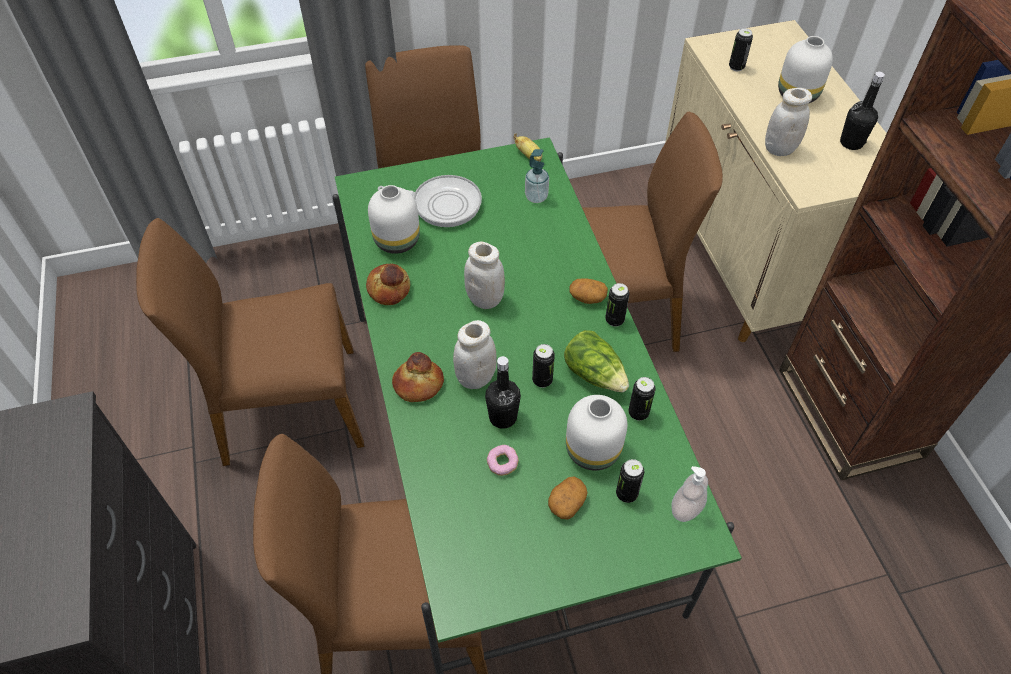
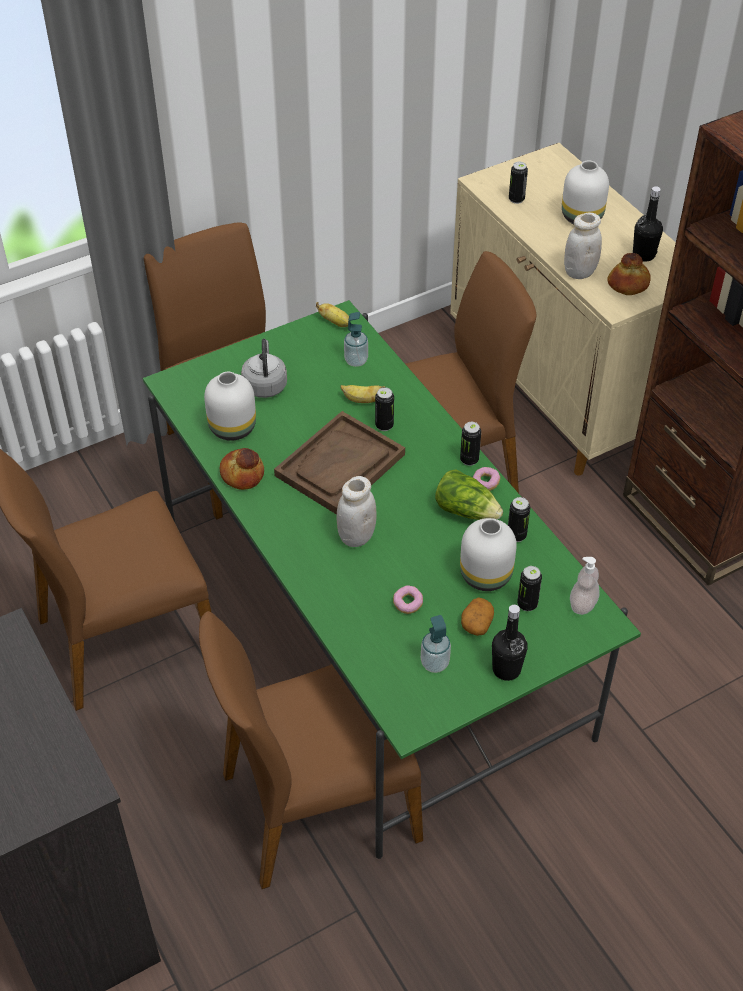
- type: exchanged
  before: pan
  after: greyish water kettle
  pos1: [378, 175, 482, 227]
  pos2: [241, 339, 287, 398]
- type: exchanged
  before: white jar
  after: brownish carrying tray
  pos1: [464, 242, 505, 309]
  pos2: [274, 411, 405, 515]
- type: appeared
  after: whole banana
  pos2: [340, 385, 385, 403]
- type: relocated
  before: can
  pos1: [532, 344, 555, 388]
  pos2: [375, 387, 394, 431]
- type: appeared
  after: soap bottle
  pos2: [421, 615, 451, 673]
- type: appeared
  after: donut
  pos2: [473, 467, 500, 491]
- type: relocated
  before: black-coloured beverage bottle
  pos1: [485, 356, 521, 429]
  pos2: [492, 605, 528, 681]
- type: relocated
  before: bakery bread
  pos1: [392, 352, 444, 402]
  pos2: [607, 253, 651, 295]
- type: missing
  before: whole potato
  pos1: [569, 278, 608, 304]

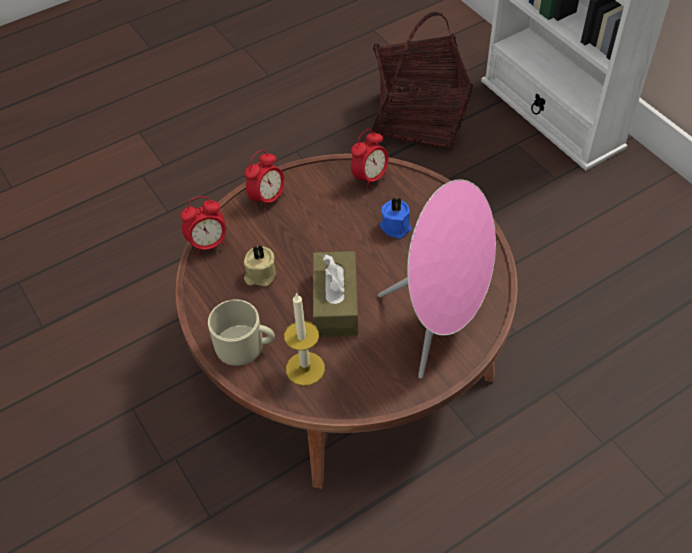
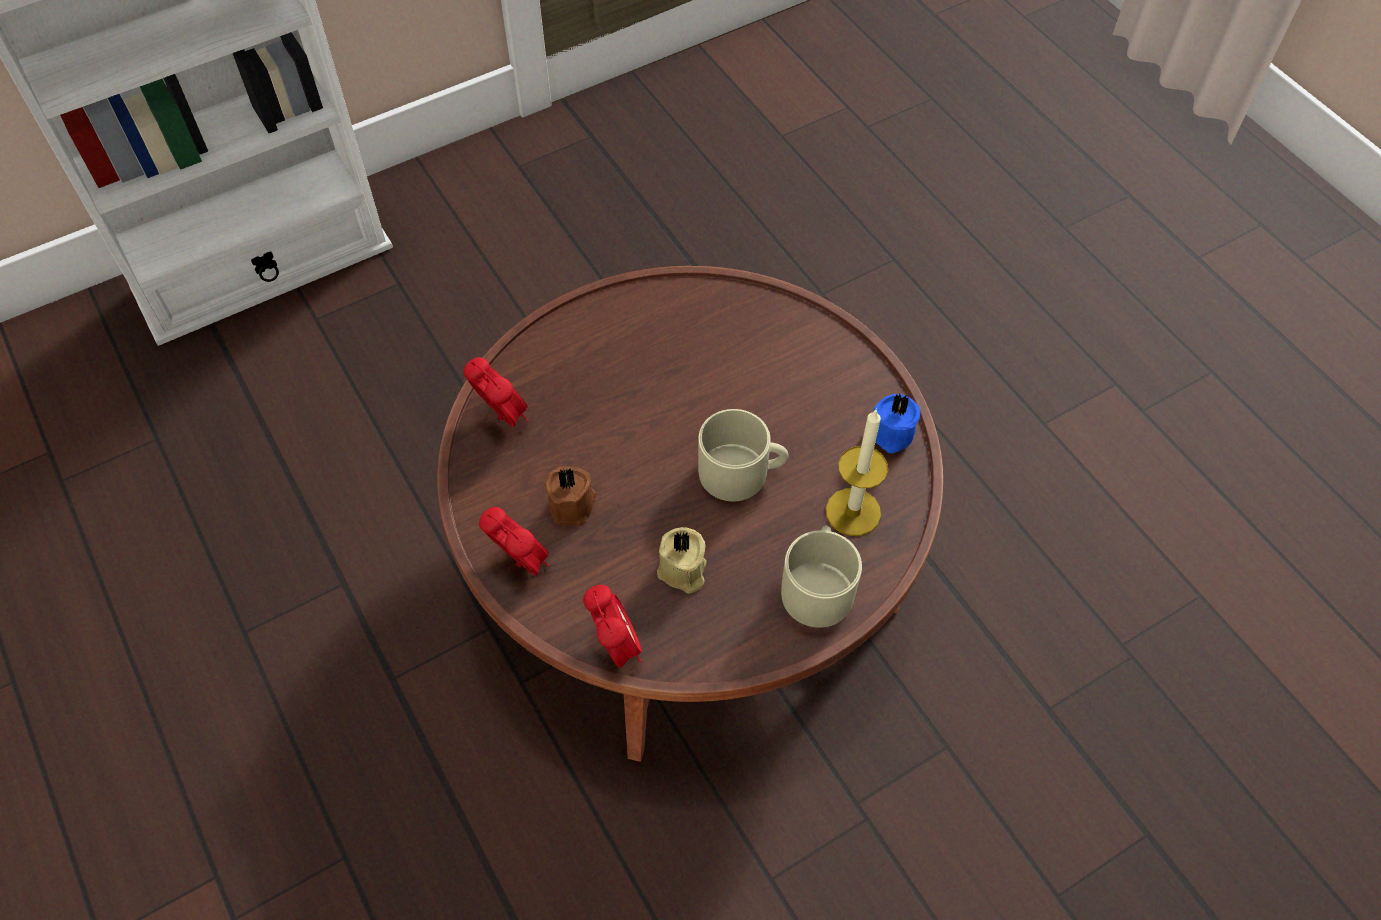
- type: appeared
  after: brownish candle
  pos2: [544, 466, 597, 526]
- type: exchanged
  before: brownish tissue holder
  after: beige-coloured tea mug
  pos1: [313, 251, 358, 337]
  pos2: [698, 409, 789, 502]
- type: relocated
  before: bluish candle
  pos1: [380, 197, 411, 239]
  pos2: [873, 393, 920, 453]
- type: missing
  before: household basket
  pos1: [371, 12, 473, 151]
- type: missing
  before: pink speaker
  pos1: [378, 179, 496, 379]

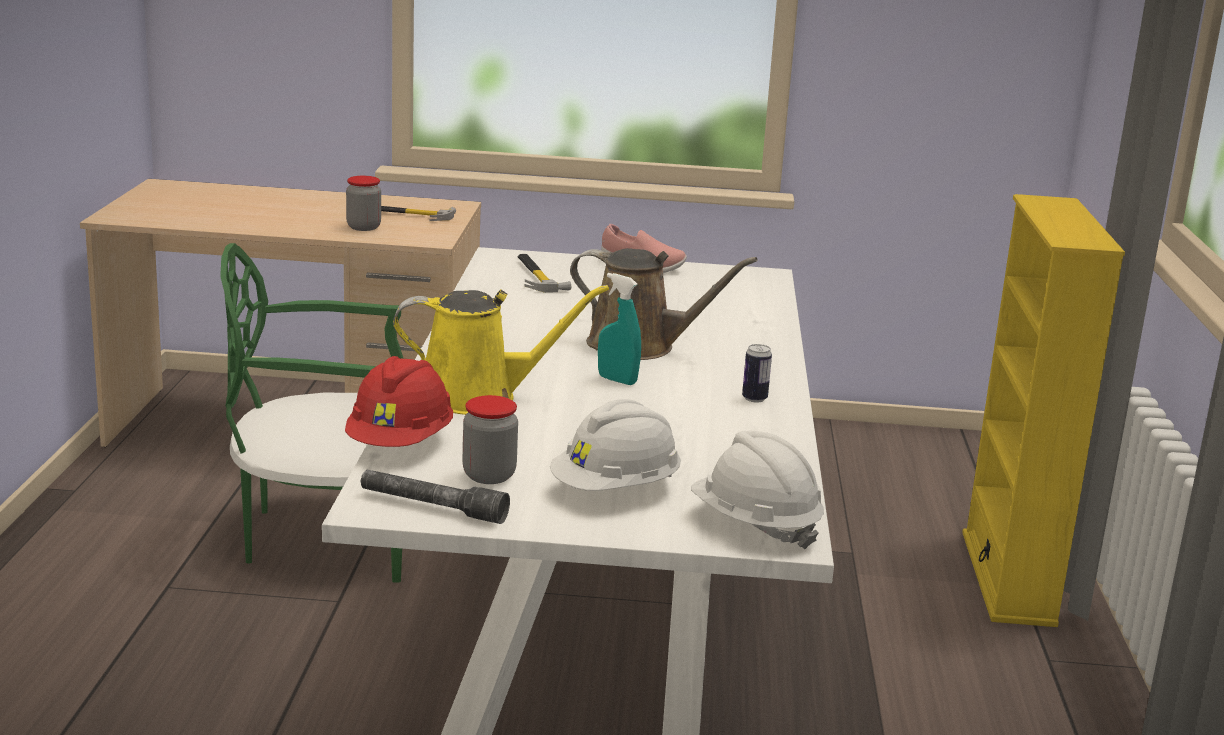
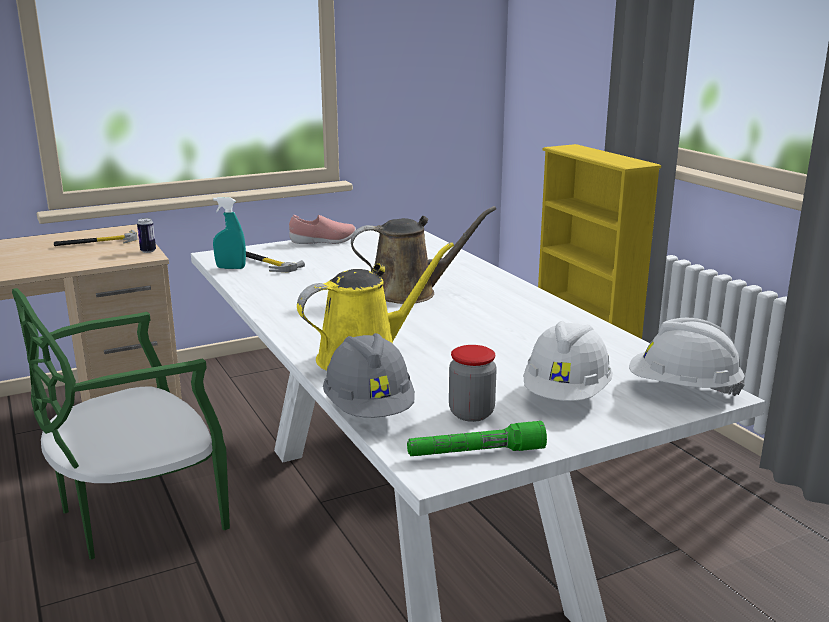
- type: relocated
  before: can
  pos1: [742, 344, 772, 403]
  pos2: [137, 218, 156, 253]
- type: relocated
  before: blue-green hand sprayer
  pos1: [598, 273, 641, 385]
  pos2: [213, 197, 246, 269]
- type: colour
  before: reddish safety helmet
  after: greyish safety helmet
  pos1: [345, 356, 453, 447]
  pos2: [323, 333, 415, 418]
- type: colour
  before: greyish flashlight
  after: green-coloured flashlight
  pos1: [360, 470, 510, 524]
  pos2: [407, 421, 547, 456]
- type: missing
  before: jar
  pos1: [346, 176, 381, 231]

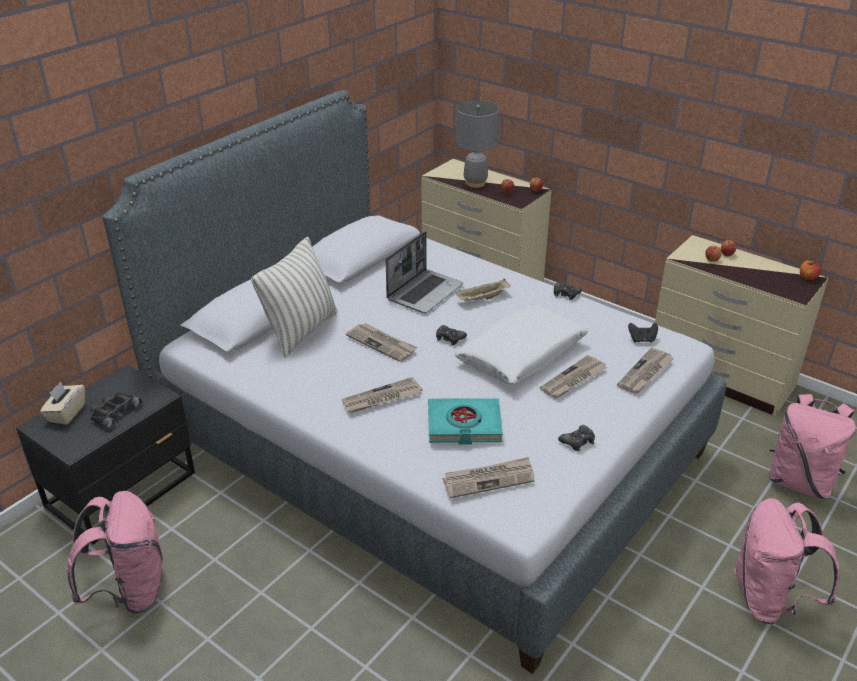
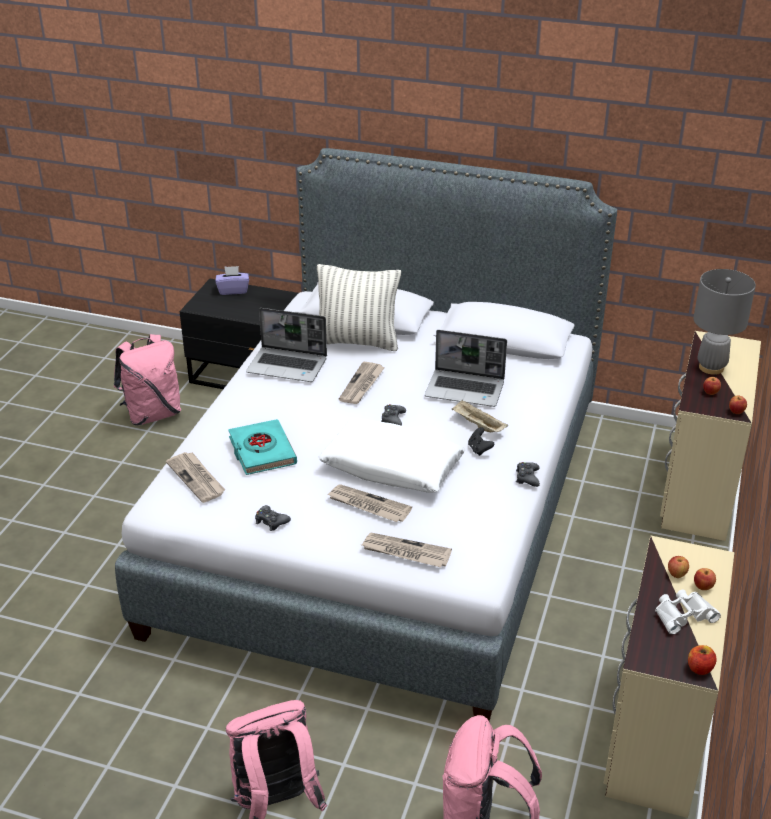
- type: colour
  before: beige-coloured tissue holder
  after: purple-coloured tissue holder
  pos1: [40, 382, 85, 425]
  pos2: [216, 266, 249, 295]
- type: appeared
  after: notebook computer
  pos2: [246, 308, 327, 382]
- type: relocated
  before: black-coloured joypad
  pos1: [628, 323, 658, 343]
  pos2: [468, 427, 494, 456]
- type: appeared
  after: white pair of binoculars
  pos2: [655, 590, 721, 635]
- type: missing
  before: black-coloured pair of binoculars
  pos1: [90, 392, 142, 430]
- type: missing
  before: newspaper
  pos1: [342, 377, 423, 413]

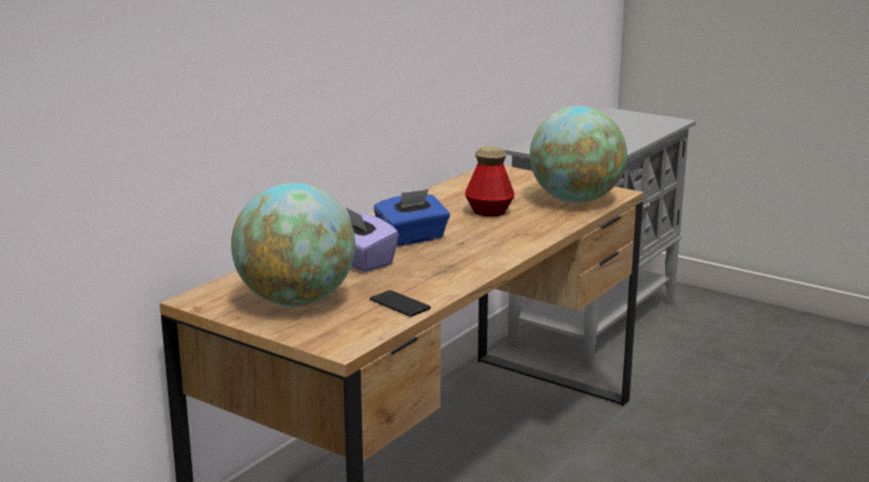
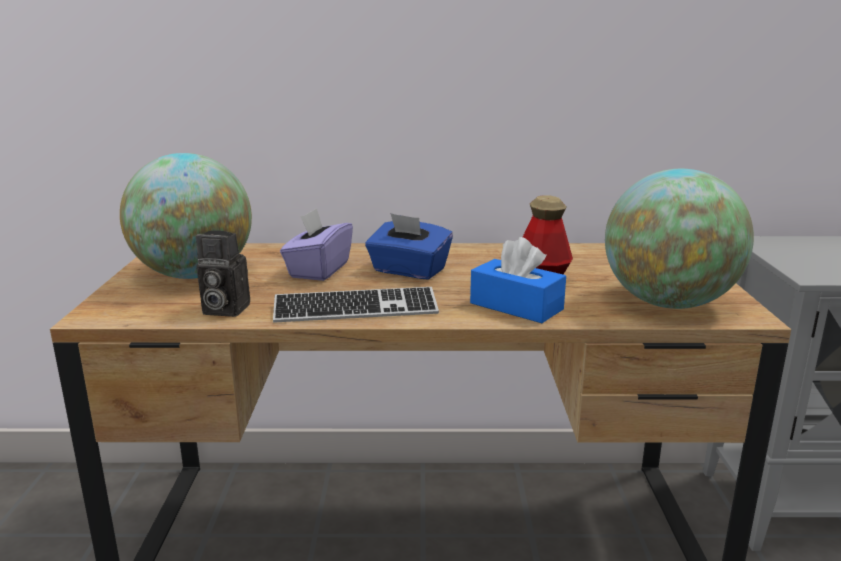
- type: exchanged
  before: handset
  after: still camera
  pos1: [370, 290, 431, 317]
  pos2: [196, 231, 250, 317]
- type: appeared
  after: PC keyboard
  pos2: [273, 287, 439, 323]
- type: appeared
  after: bluish tissue holder
  pos2: [470, 237, 566, 323]

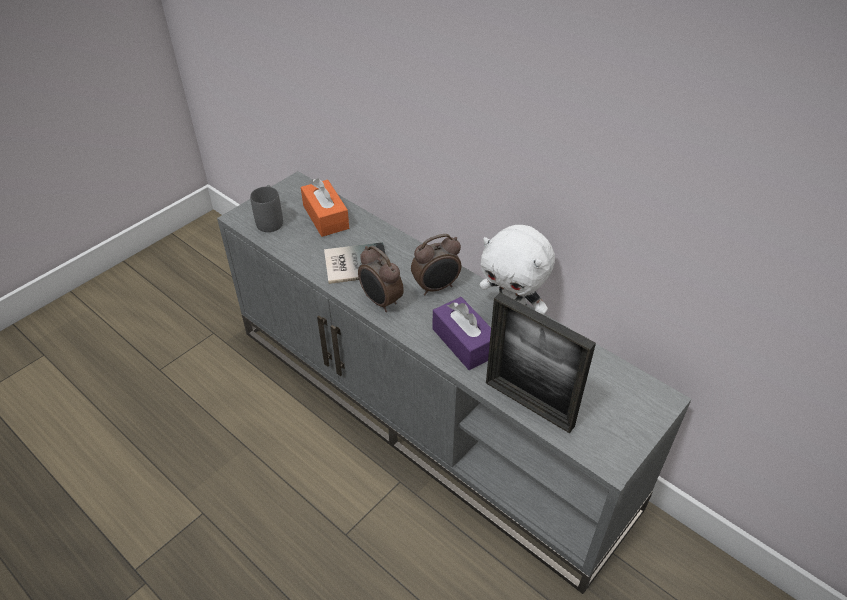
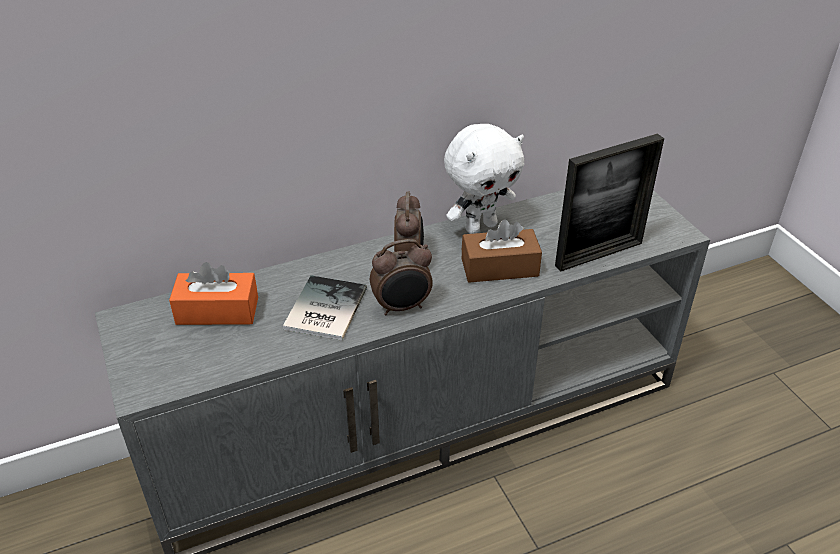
- type: colour
  before: purple-coloured tissue holder
  after: brownish tissue holder
  pos1: [432, 297, 491, 370]
  pos2: [462, 219, 542, 283]
- type: missing
  before: greyish tea mug
  pos1: [250, 185, 283, 232]

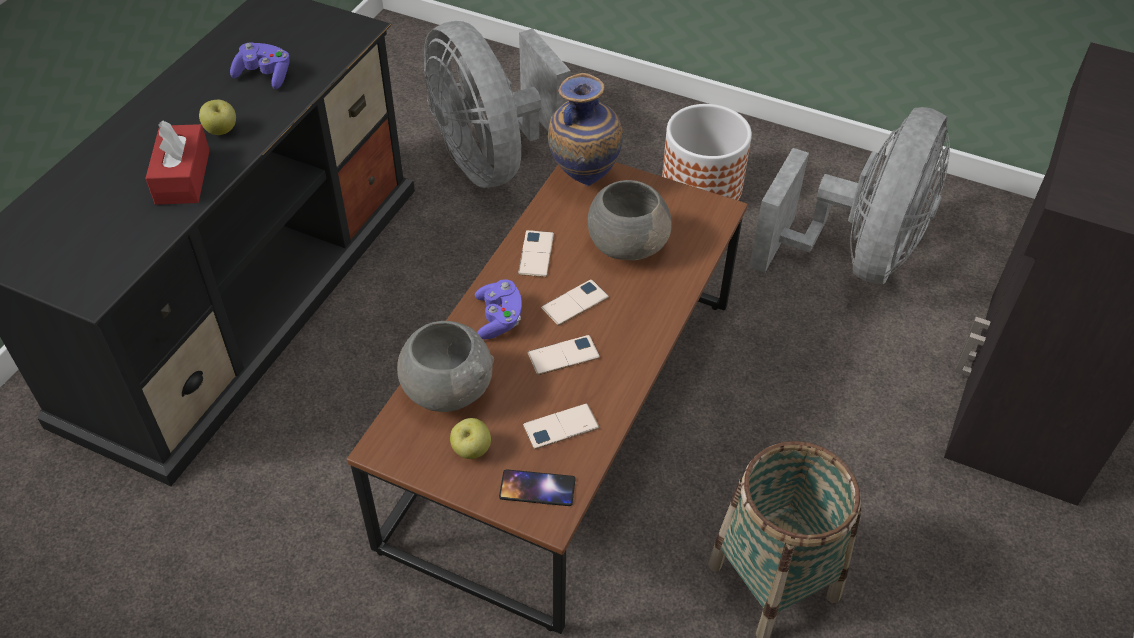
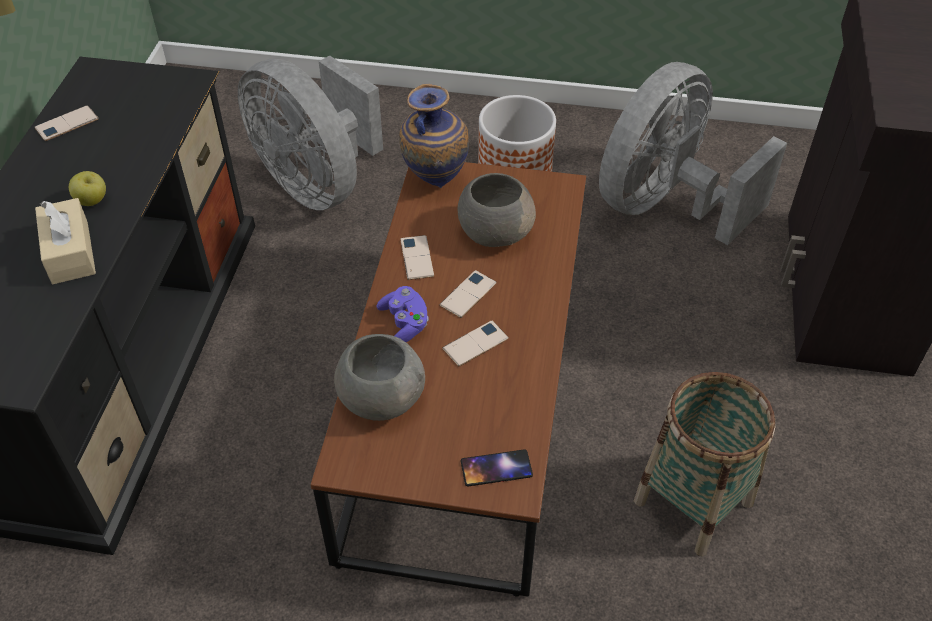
- type: relocated
  before: handset
  pos1: [523, 404, 599, 449]
  pos2: [34, 105, 99, 141]
- type: colour
  before: reddish tissue holder
  after: beige-coloured tissue holder
  pos1: [145, 121, 210, 205]
  pos2: [35, 198, 96, 284]
- type: spun
  before: greyish electric fan
  pos1: [749, 107, 950, 284]
  pos2: [599, 62, 787, 245]
  turn: -150
- type: missing
  before: purple-coloured joypad
  pos1: [230, 42, 289, 89]
- type: missing
  before: apple fruit
  pos1: [450, 418, 491, 459]

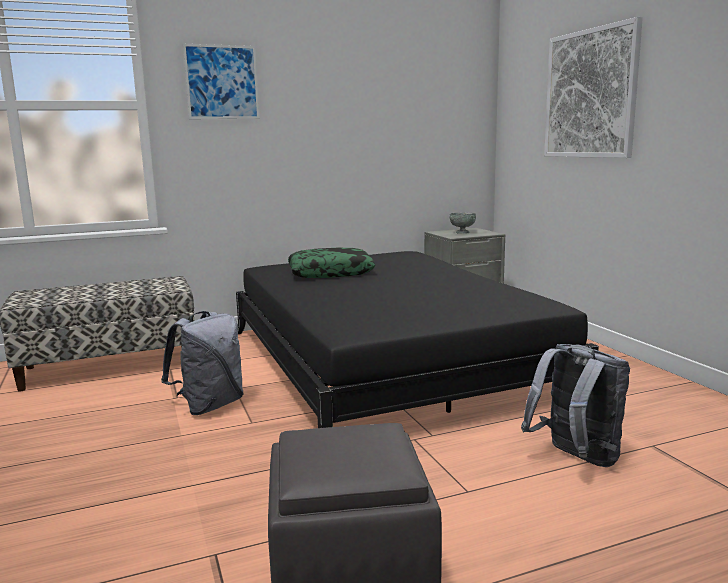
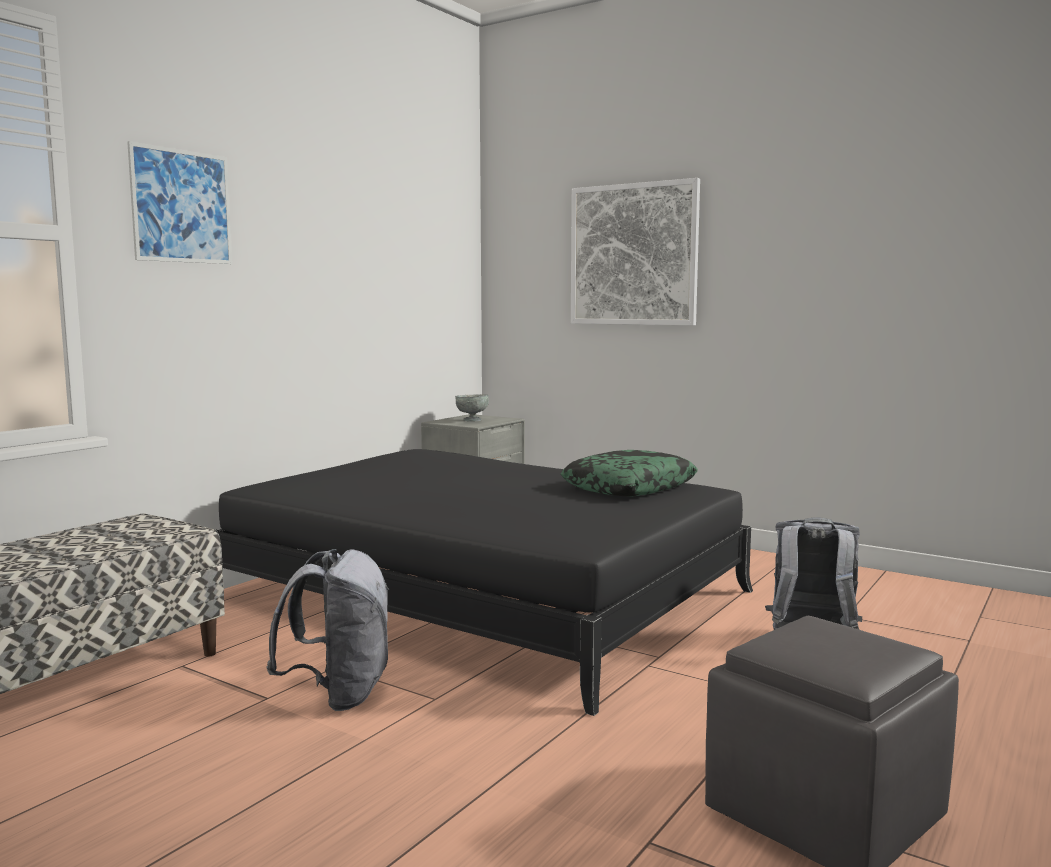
- type: relocated
  before: throw pillow
  pos1: [288, 248, 375, 278]
  pos2: [561, 450, 698, 496]

